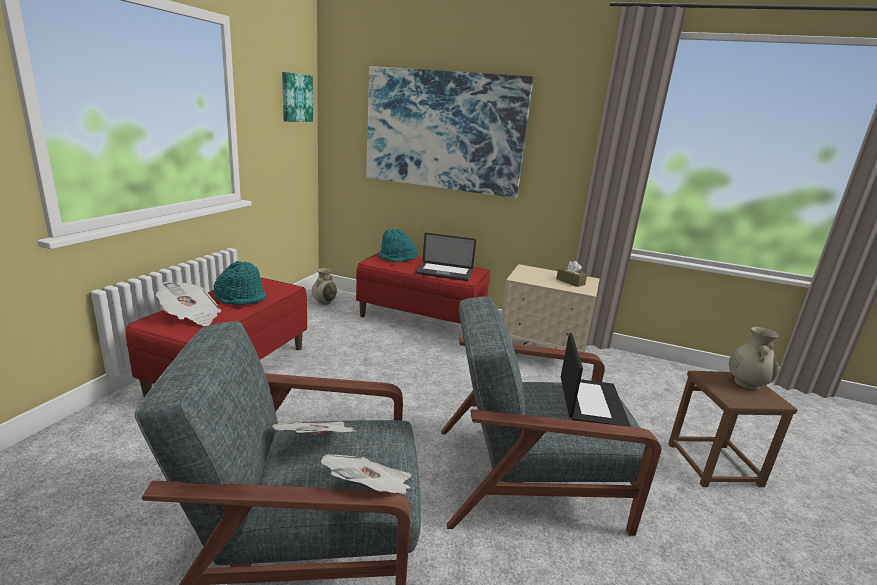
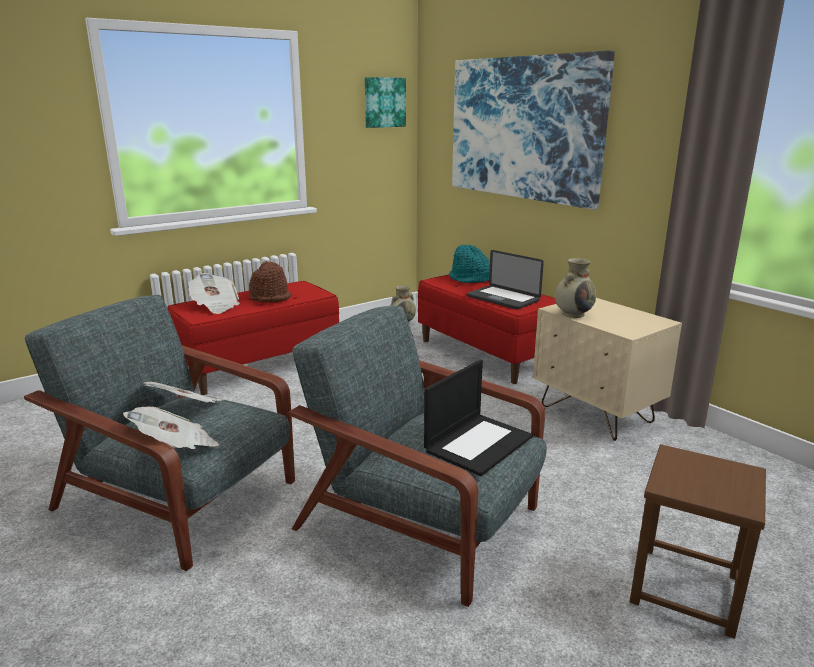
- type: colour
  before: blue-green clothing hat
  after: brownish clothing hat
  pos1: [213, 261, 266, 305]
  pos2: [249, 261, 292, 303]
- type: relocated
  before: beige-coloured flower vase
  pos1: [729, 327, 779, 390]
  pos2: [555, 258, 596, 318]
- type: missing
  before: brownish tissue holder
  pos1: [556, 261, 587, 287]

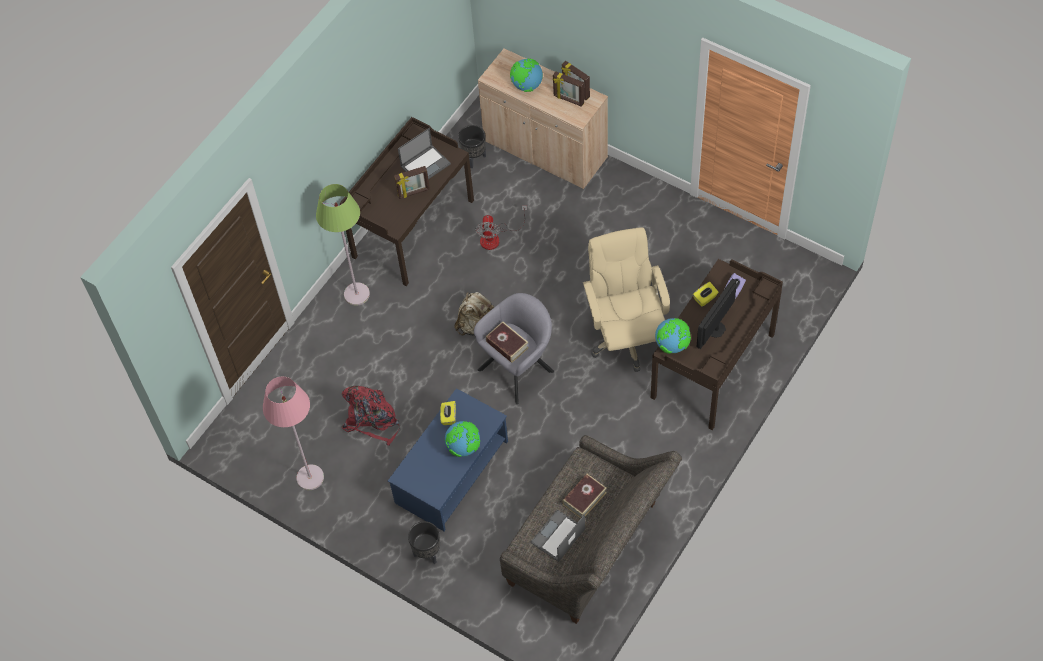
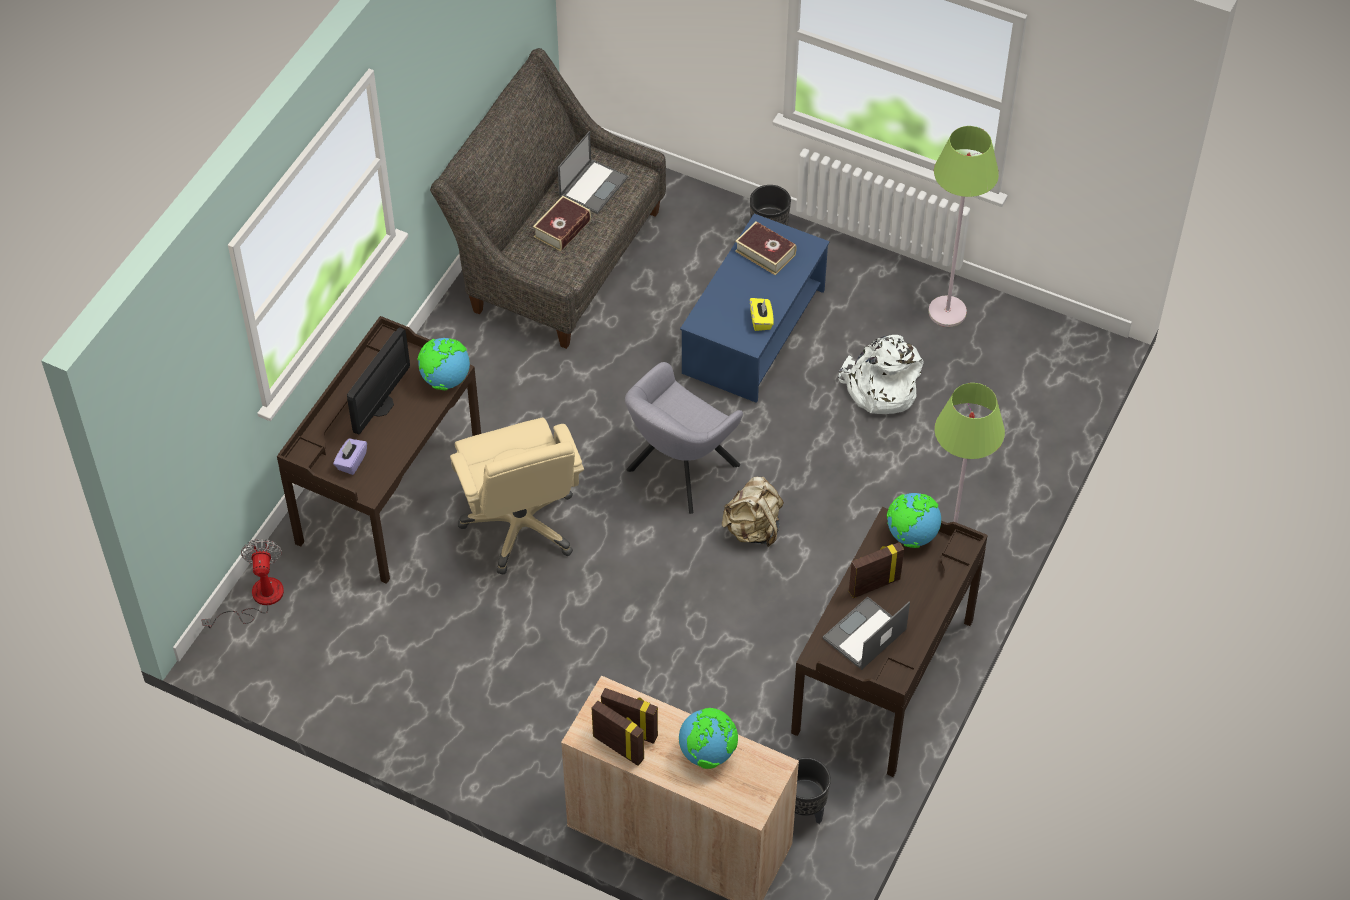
- type: relocated
  before: electric fan
  pos1: [475, 205, 527, 250]
  pos2: [201, 539, 284, 628]
- type: relocated
  before: bound book
  pos1: [486, 321, 529, 363]
  pos2: [735, 221, 796, 275]
- type: colour
  before: reddish backpack
  after: white backpack
  pos1: [342, 386, 400, 446]
  pos2: [838, 335, 924, 414]
- type: relocated
  before: desk globe
  pos1: [445, 421, 480, 457]
  pos2: [887, 493, 941, 548]
- type: colour
  before: pink standing lamp
  after: green-coloured standing lamp
  pos1: [263, 377, 324, 490]
  pos2: [928, 126, 999, 327]
- type: missing
  before: yellow-coloured tissue holder
  pos1: [693, 282, 719, 307]

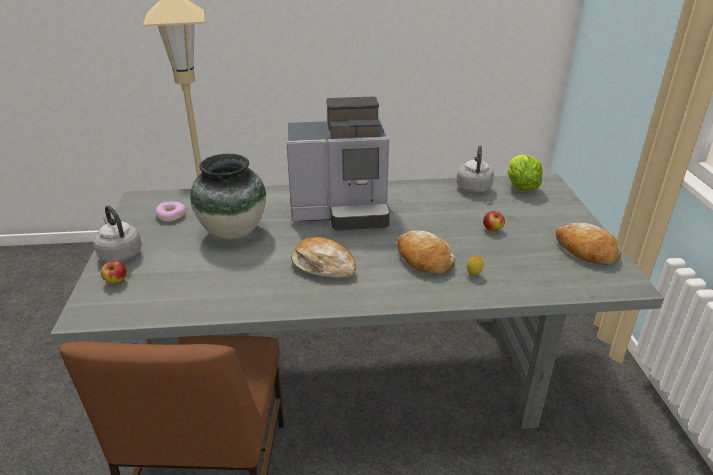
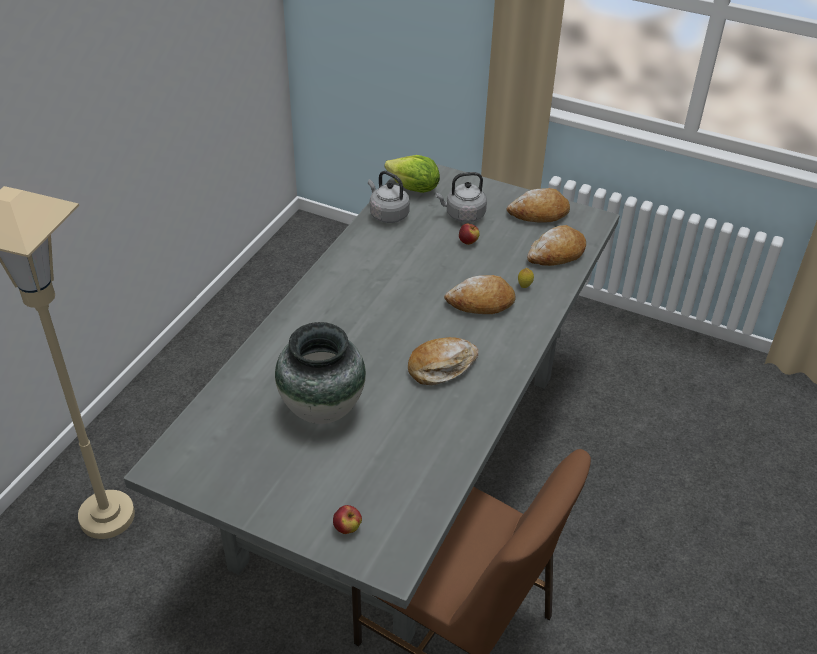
- type: relocated
  before: greyish water kettle
  pos1: [93, 205, 142, 262]
  pos2: [435, 172, 487, 222]
- type: appeared
  after: bakery bread
  pos2: [527, 225, 586, 266]
- type: missing
  before: donut
  pos1: [155, 202, 186, 222]
- type: missing
  before: coffee brewer
  pos1: [286, 97, 390, 230]

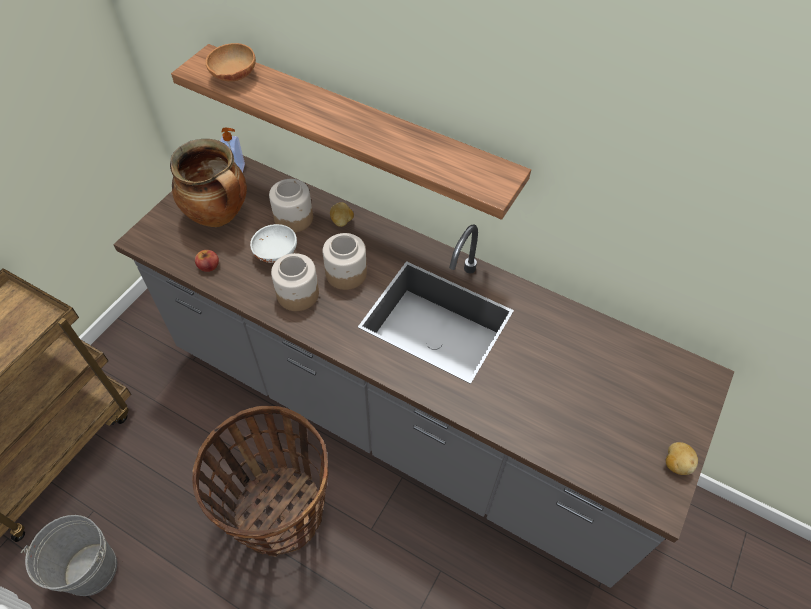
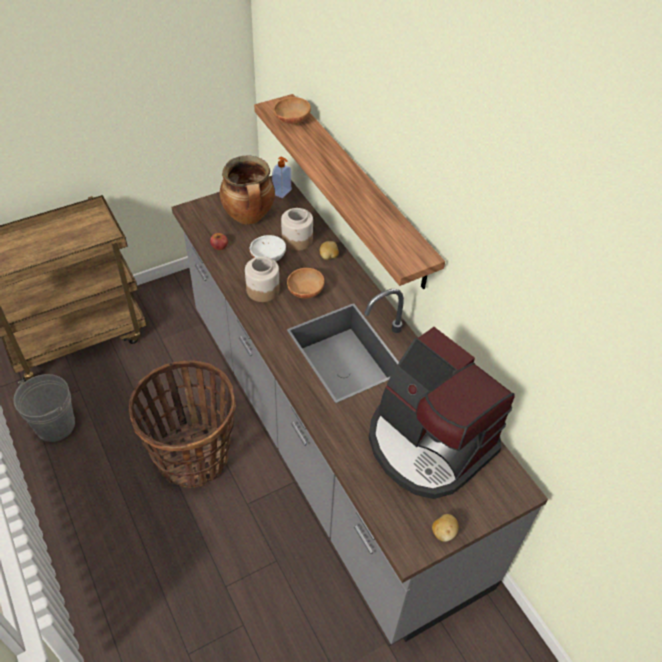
- type: exchanged
  before: jar
  after: brownish deep dish
  pos1: [323, 233, 367, 290]
  pos2: [287, 268, 325, 298]
- type: appeared
  after: coffee brewer
  pos2: [369, 327, 514, 499]

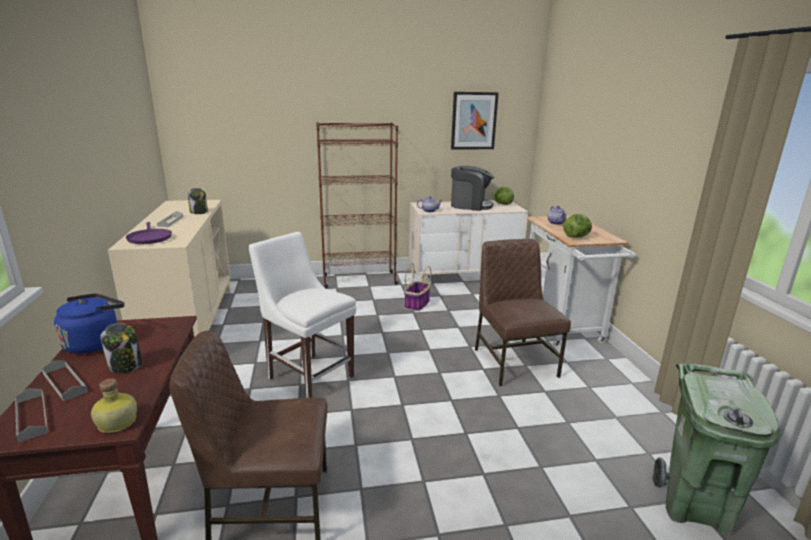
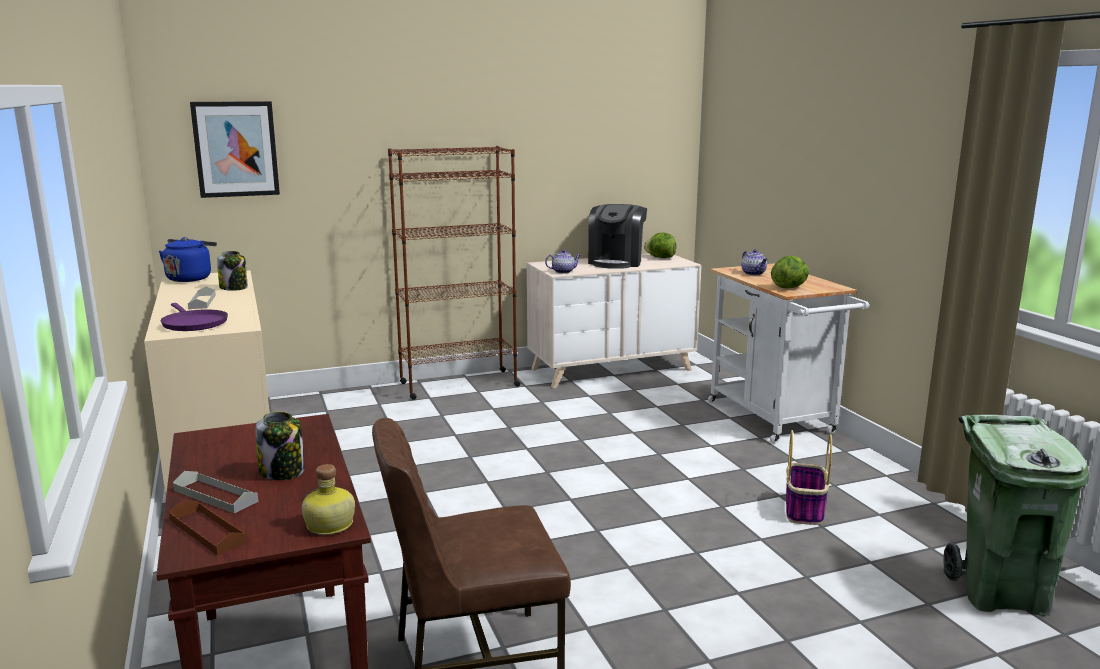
- type: relocated
  before: bluish water kettle
  pos1: [54, 294, 124, 354]
  pos2: [159, 237, 217, 282]
- type: colour
  before: greyish carrying tray
  after: brownish carrying tray
  pos1: [15, 388, 48, 443]
  pos2: [169, 500, 248, 556]
- type: relocated
  before: picture
  pos1: [451, 92, 499, 150]
  pos2: [190, 101, 280, 198]
- type: spun
  before: coffee brewer
  pos1: [451, 166, 495, 211]
  pos2: [588, 204, 647, 269]
  turn: 105
- type: relocated
  before: household basket
  pos1: [404, 263, 431, 311]
  pos2: [786, 430, 832, 525]
- type: missing
  before: white chair
  pos1: [249, 232, 356, 398]
- type: missing
  before: brownish chair
  pos1: [475, 239, 571, 386]

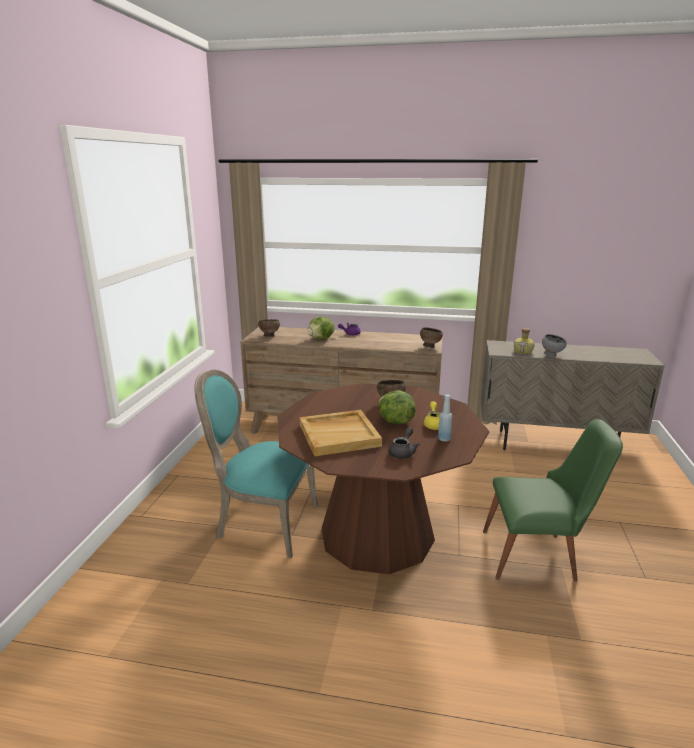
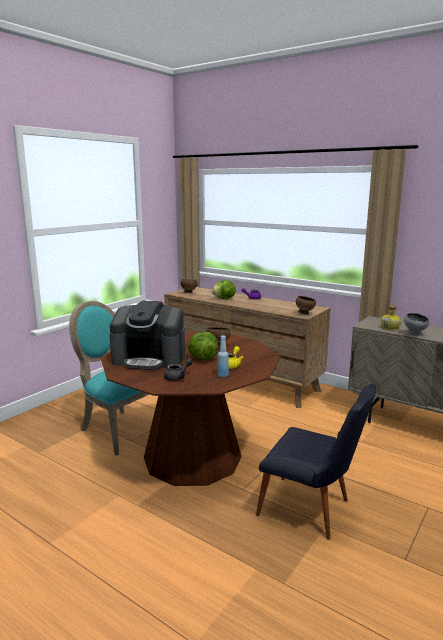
- type: exchanged
  before: beige-coloured carrying tray
  after: coffee brewer
  pos1: [300, 410, 382, 456]
  pos2: [109, 301, 185, 370]
- type: colour
  before: green-coloured chair
  after: black-coloured chair
  pos1: [483, 419, 623, 582]
  pos2: [256, 384, 376, 540]

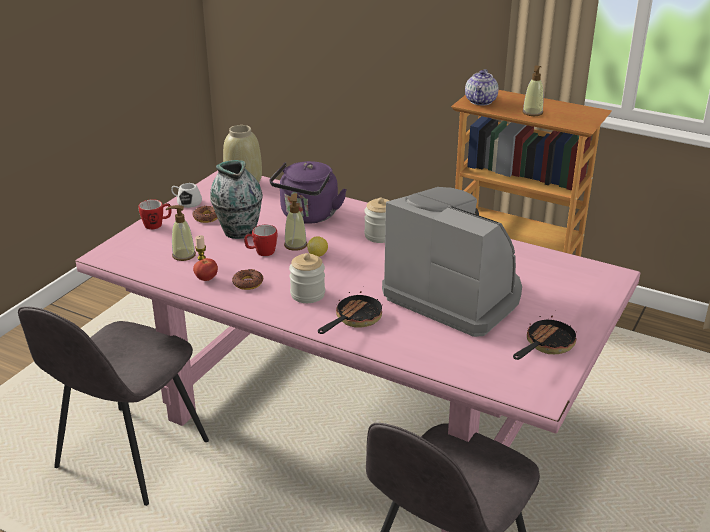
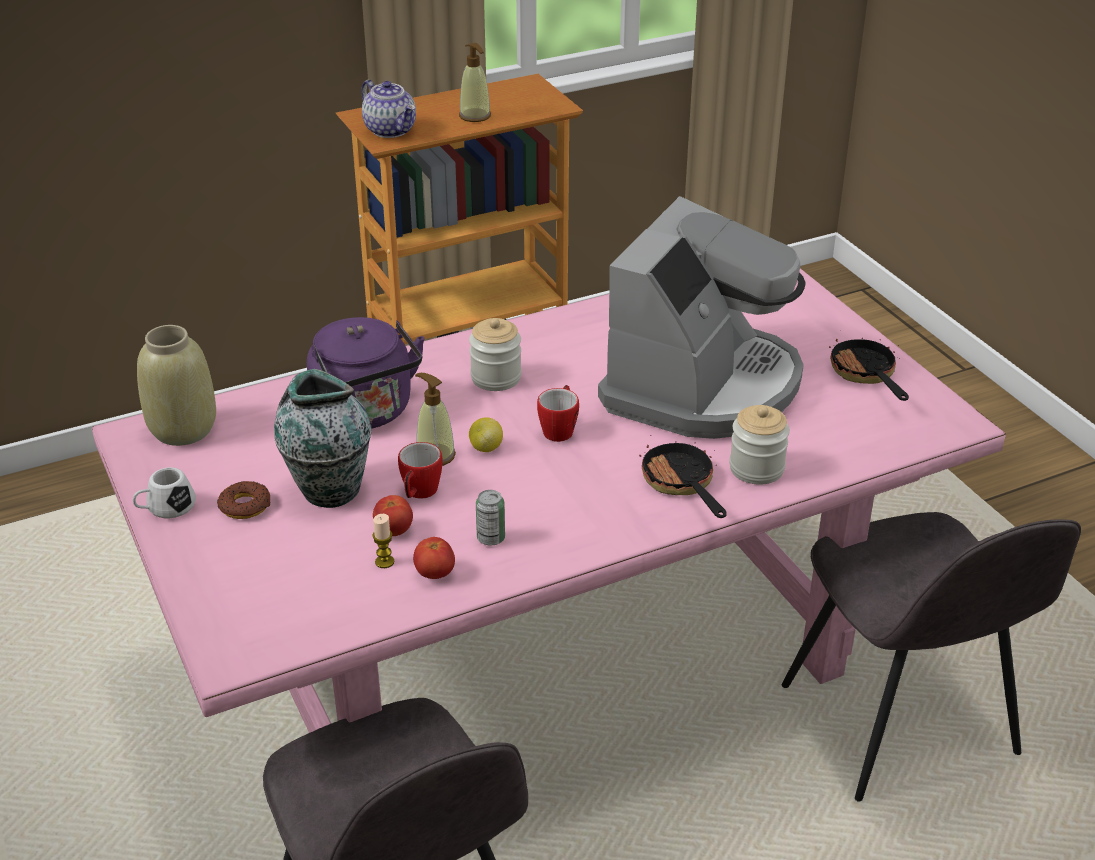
- type: appeared
  after: fresh tomato
  pos2: [373, 495, 413, 536]
- type: exchanged
  before: donut
  after: can
  pos1: [232, 269, 263, 290]
  pos2: [476, 490, 505, 546]
- type: relocated
  before: tea mug
  pos1: [139, 199, 172, 230]
  pos2: [537, 385, 579, 442]
- type: spun
  before: coffee brewer
  pos1: [382, 187, 522, 337]
  pos2: [598, 196, 805, 439]
  turn: 135
- type: relocated
  before: jar
  pos1: [289, 253, 325, 303]
  pos2: [729, 405, 790, 484]
- type: missing
  before: soap bottle
  pos1: [166, 205, 196, 261]

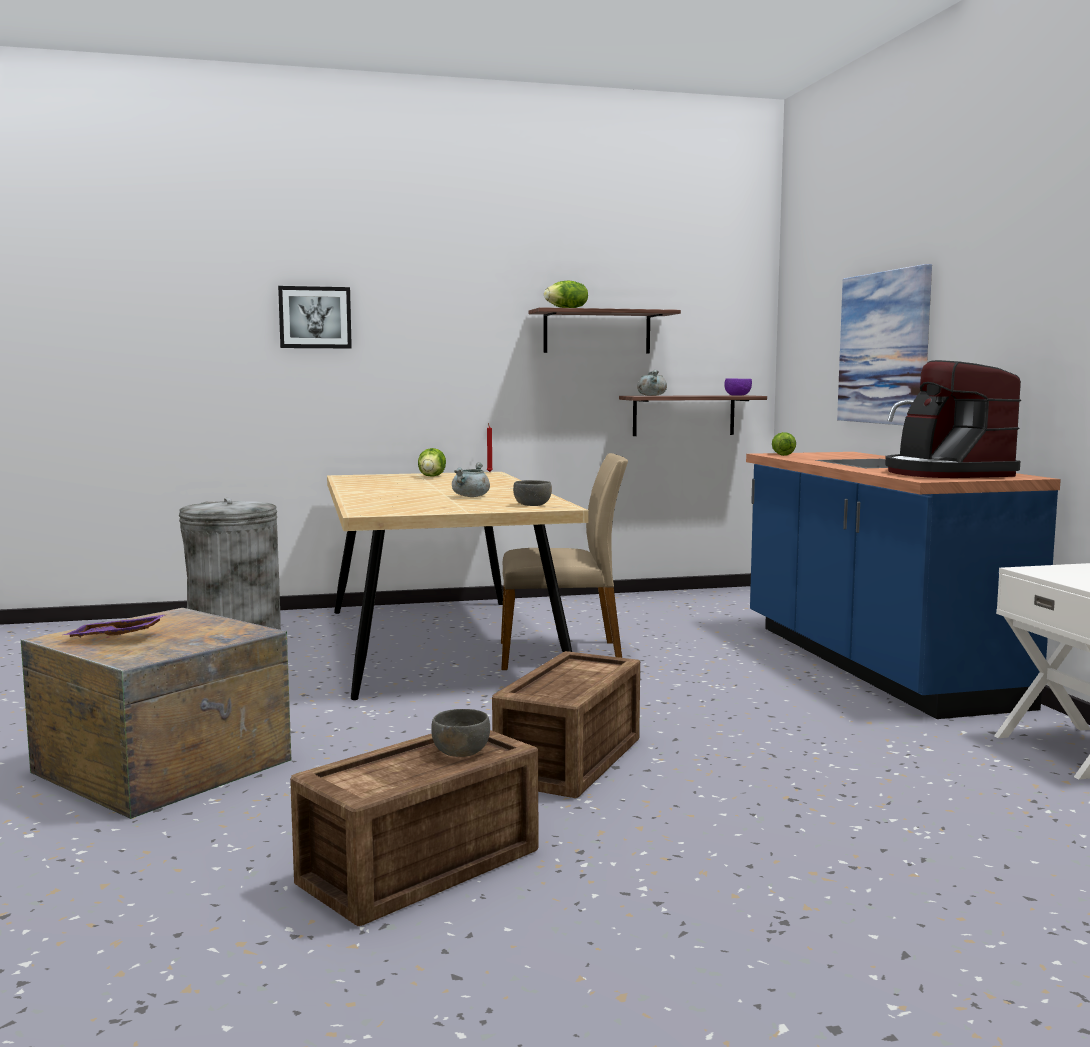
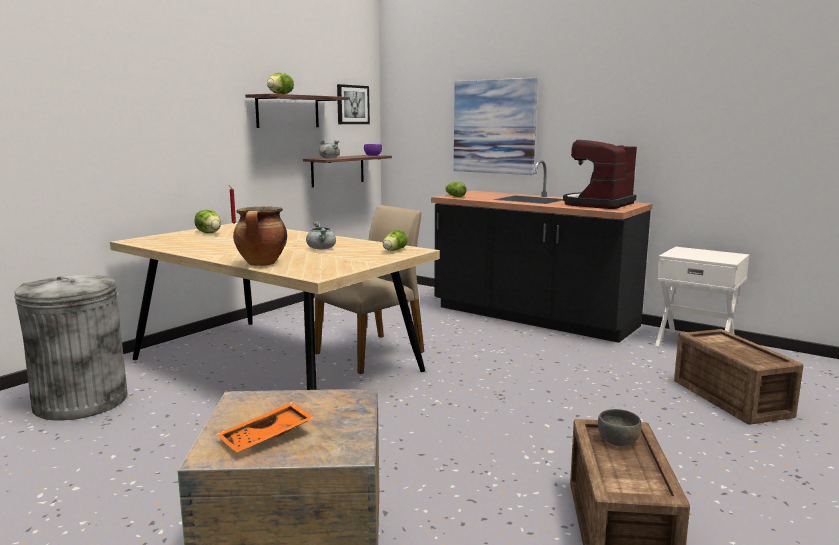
- type: colour
  before: purple-coloured carrying tray
  after: orangey carrying tray
  pos1: [64, 614, 167, 637]
  pos2: [216, 402, 314, 452]
- type: appeared
  after: stockpot
  pos2: [233, 207, 287, 266]
- type: relocated
  before: picture
  pos1: [278, 286, 352, 348]
  pos2: [337, 84, 370, 124]
- type: exchanged
  before: greyish deep dish
  after: head of lettuce
  pos1: [513, 480, 552, 506]
  pos2: [383, 230, 408, 251]
- type: colour
  before: bluish kitchen counter
  after: black-coloured kitchen counter
  pos1: [746, 400, 1061, 719]
  pos2: [431, 160, 653, 343]
- type: spun
  before: coffee brewer
  pos1: [885, 360, 1021, 478]
  pos2: [563, 140, 637, 209]
  turn: 90
- type: relocated
  before: packing crate
  pos1: [492, 651, 640, 798]
  pos2: [674, 329, 803, 425]

